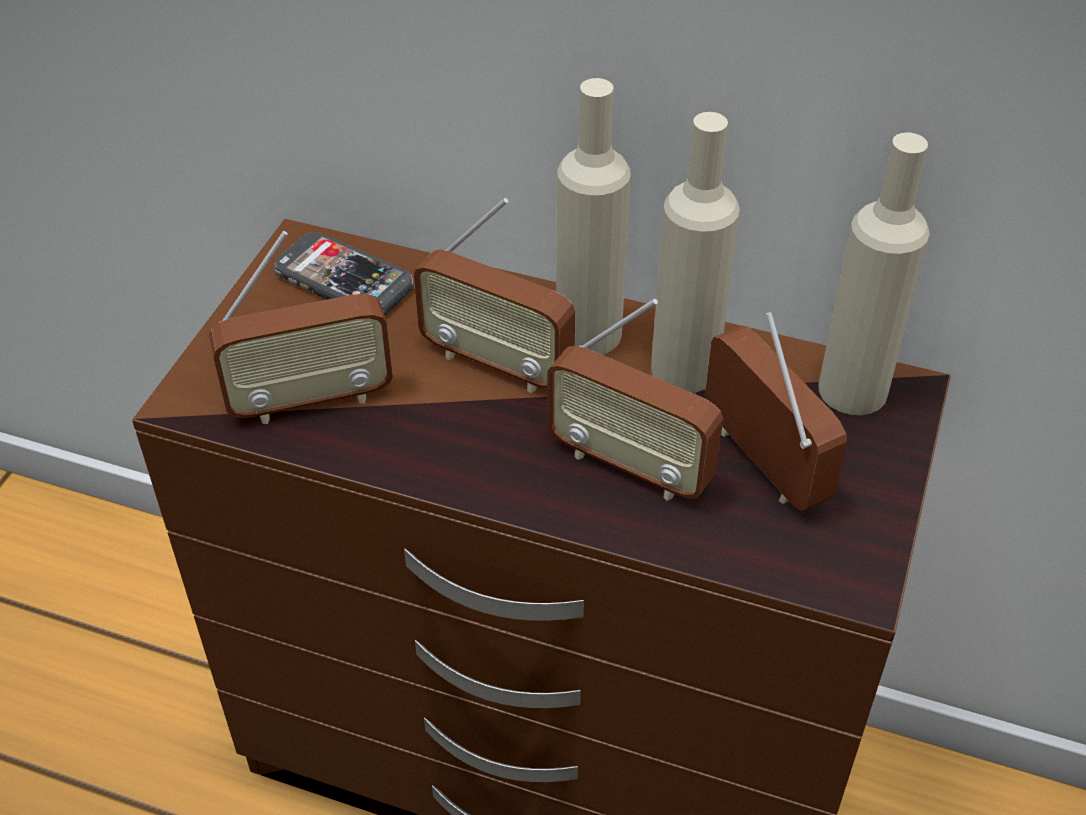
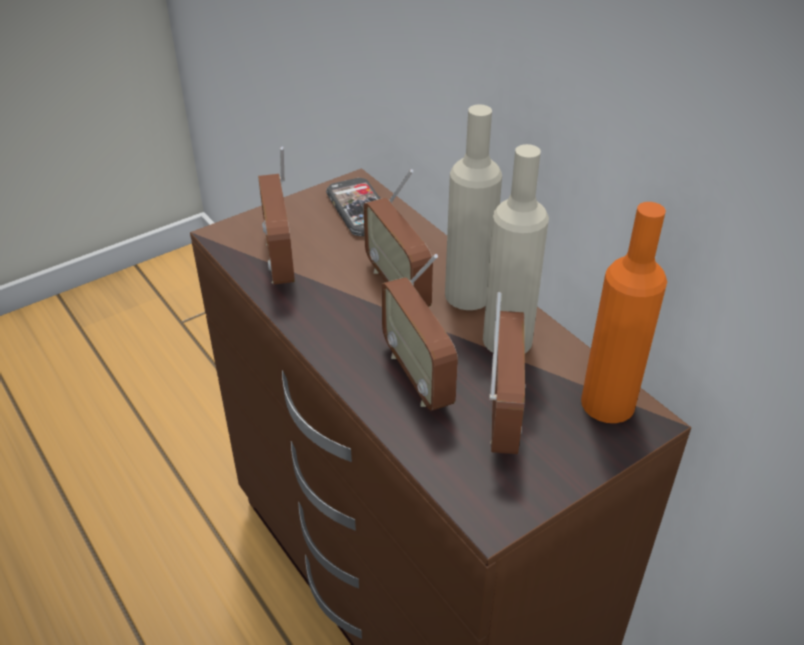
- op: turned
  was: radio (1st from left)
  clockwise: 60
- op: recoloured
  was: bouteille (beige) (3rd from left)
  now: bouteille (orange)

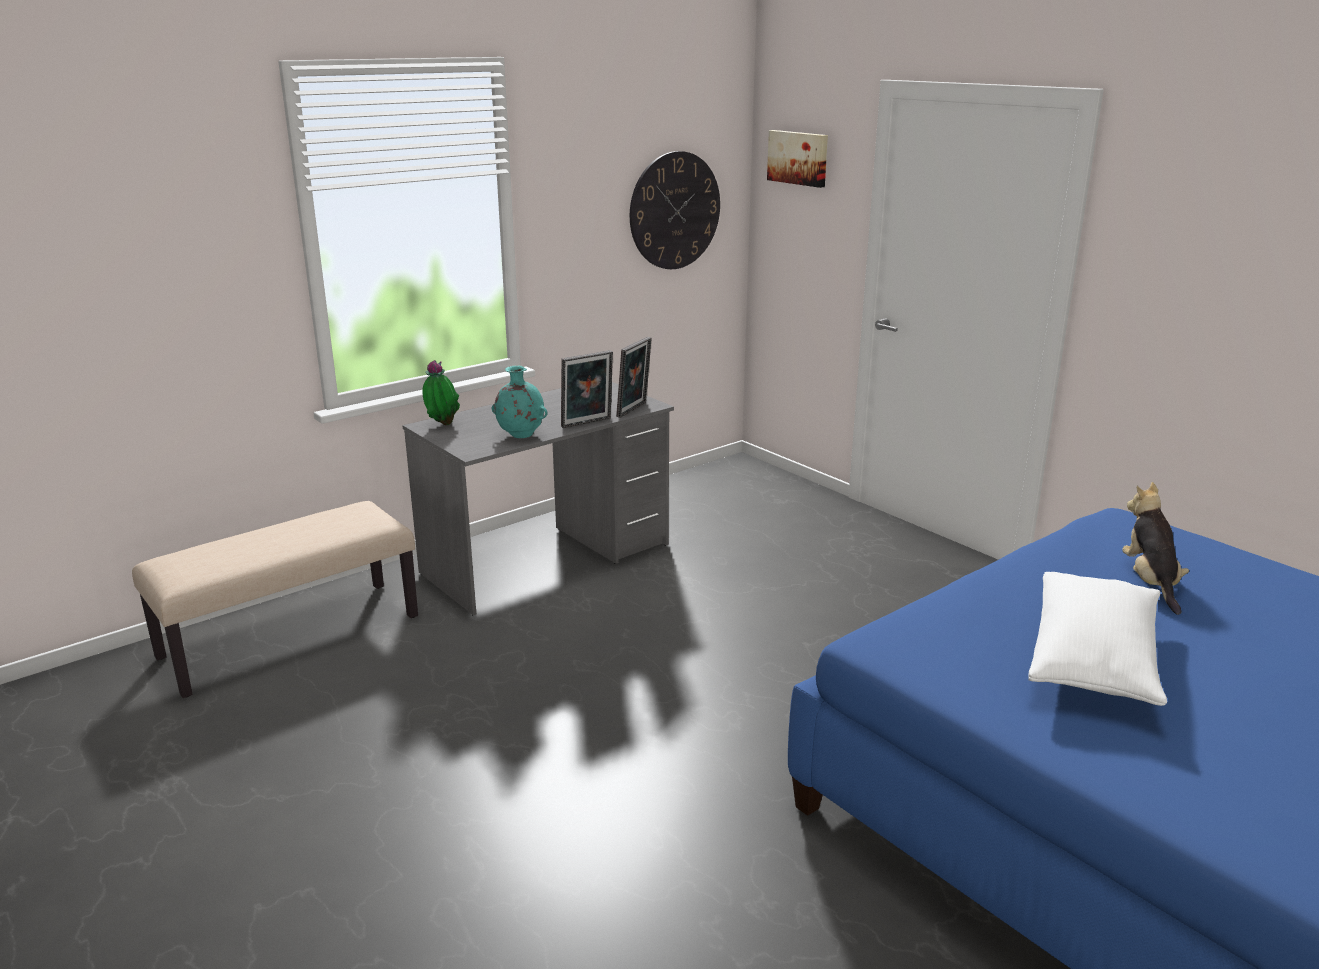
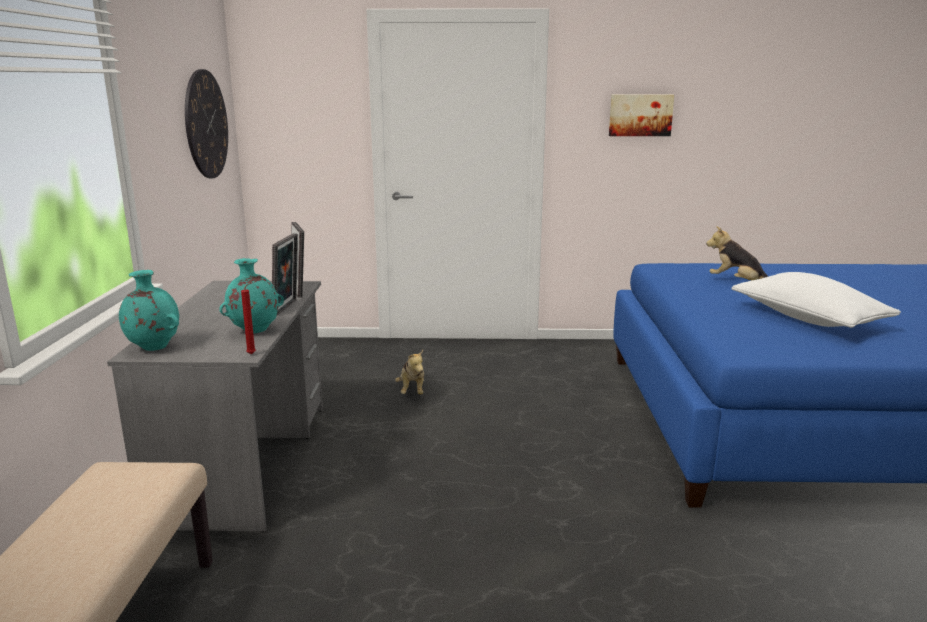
- op: replaced
  was: plante en pot
  now: vase (turquoise) (1st from left)
- op: moved
  was: tableau
- op: added
  now: bougie (rouge)
- op: added
  now: peluche (1st from left)

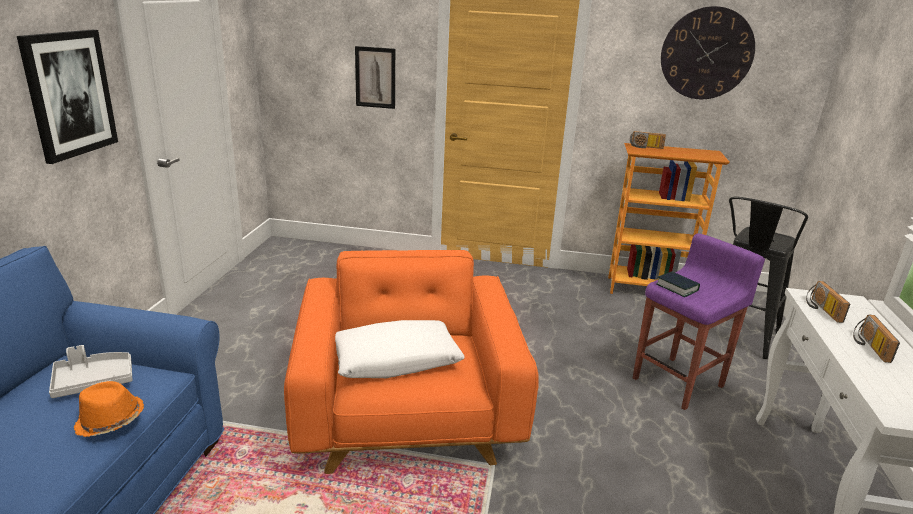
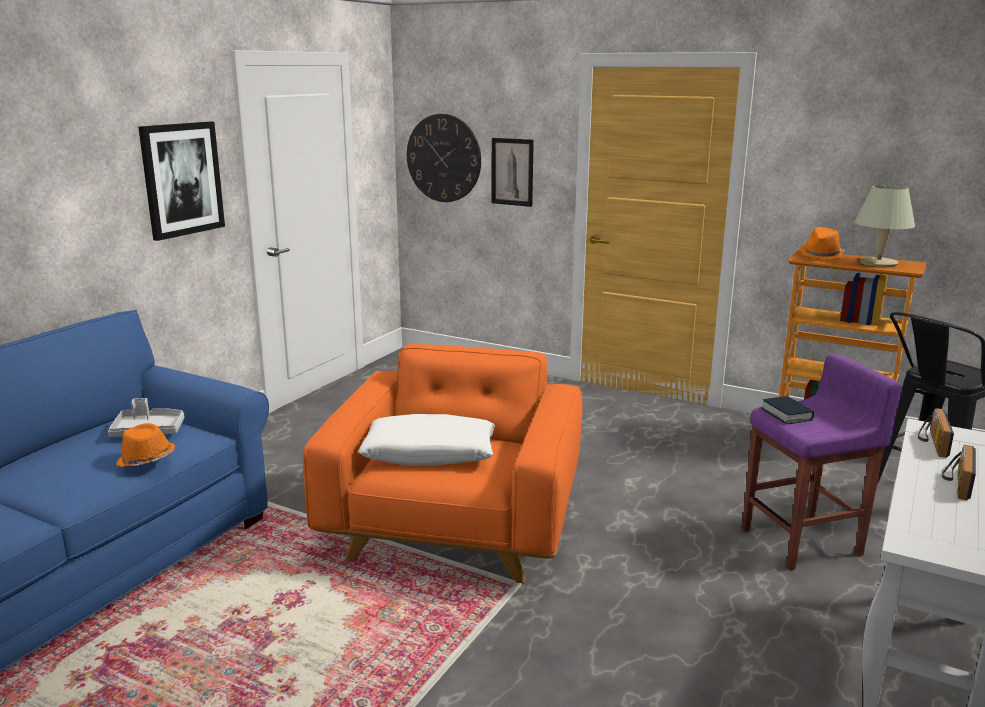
- op: replaced
  was: radio (1st from left)
  now: chapeau (orange) (2nd from left)
- op: moved
  was: horloge murale
- op: added
  now: lampe de table (beige)

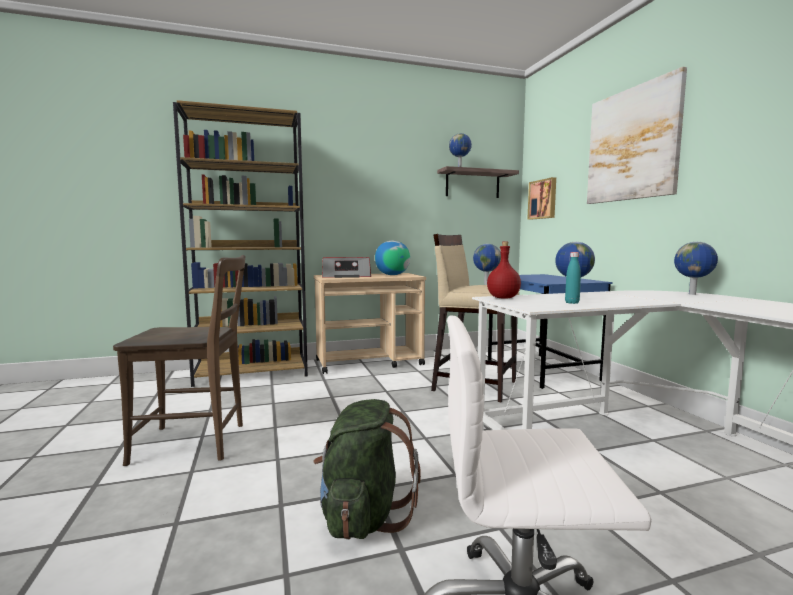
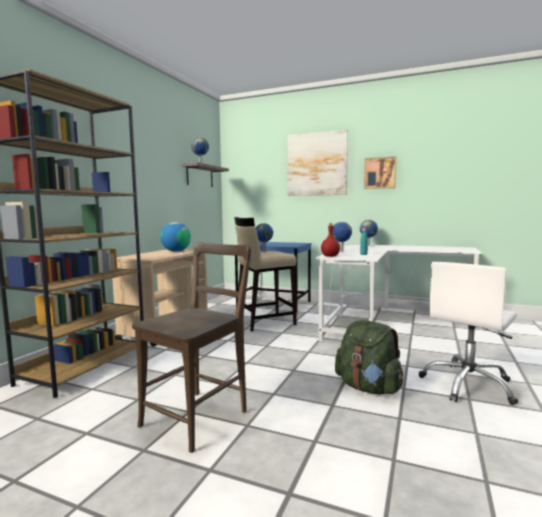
- op: removed
  was: radio
- op: moved
  was: tableau (1st from left in the first image)
  now: tableau (2nd from left)

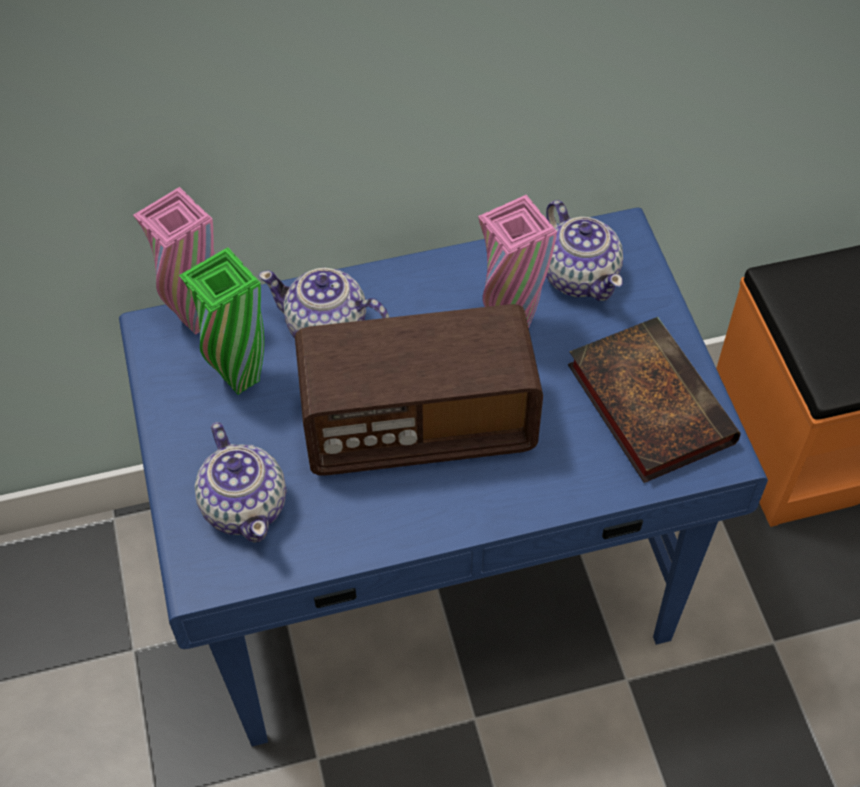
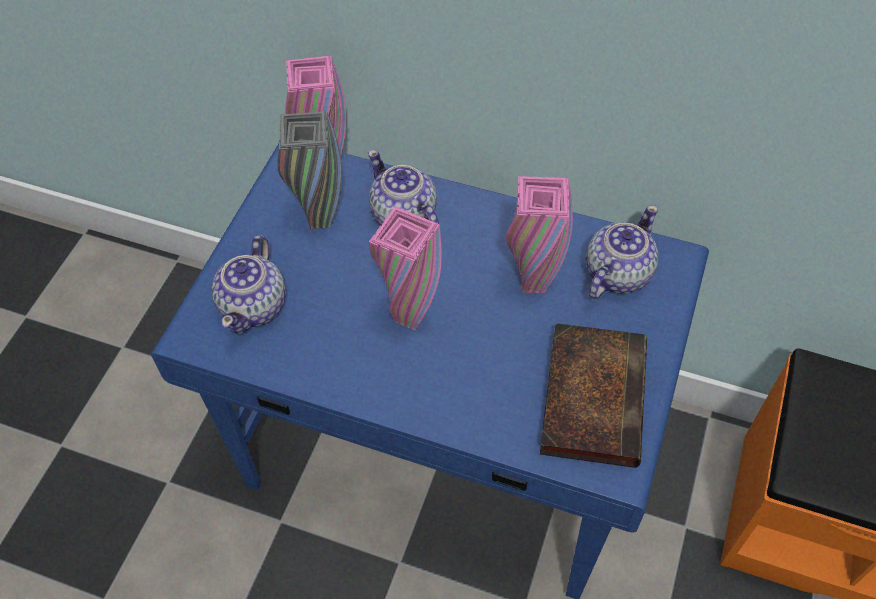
- op: recoloured
  was: vase (vert)
  now: vase (gris)
- op: replaced
  was: radio
  now: vase (rose) (2nd from left)
- op: turned
  was: théière (3rd from left)
  clockwise: -150

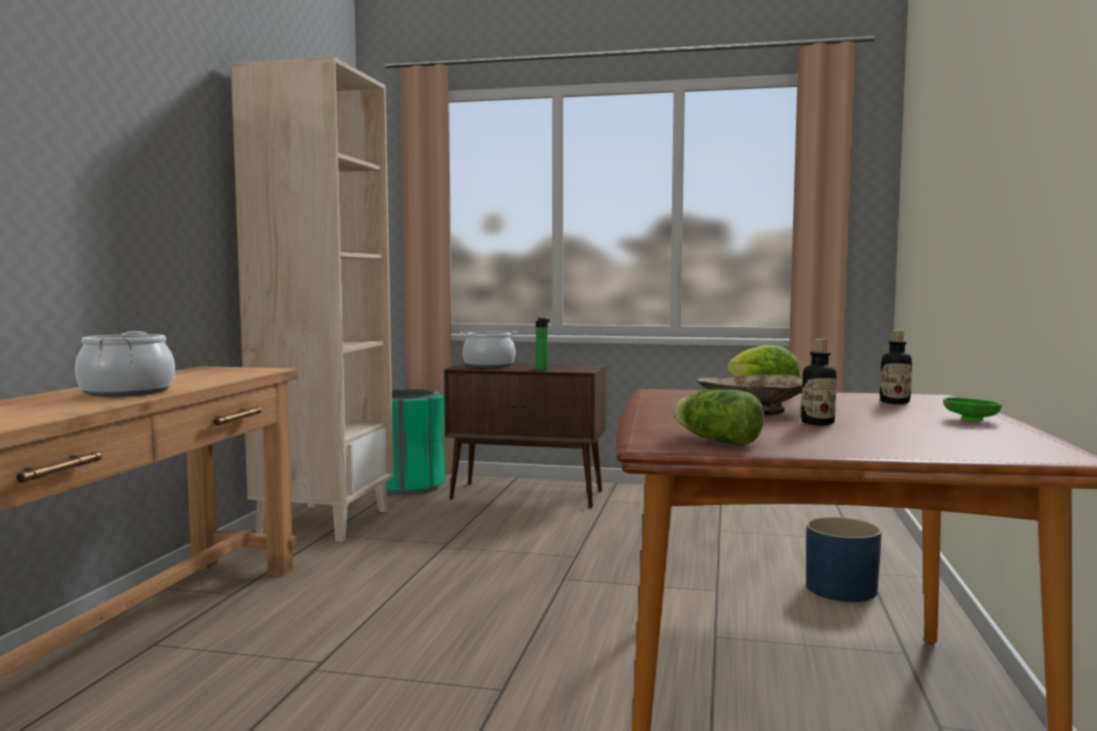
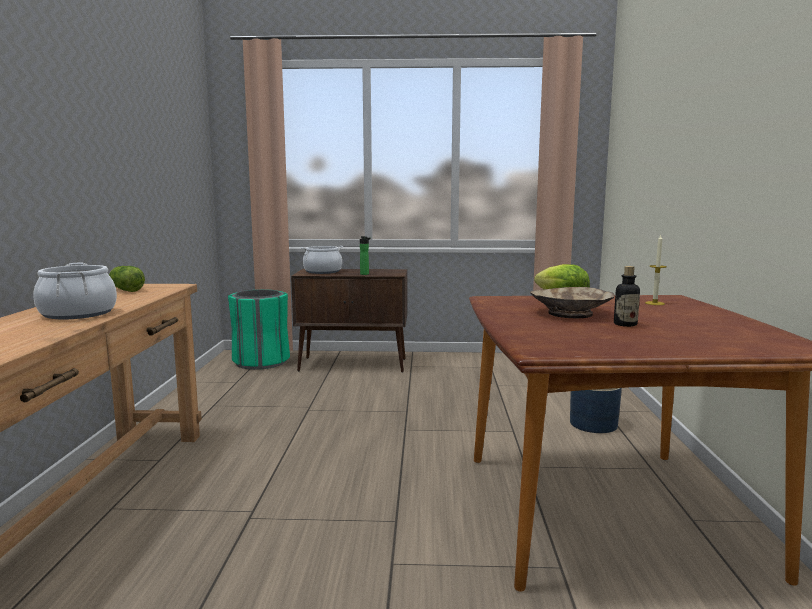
- op: removed
  was: bibliothèque (beige)
- op: moved
  was: laitue (1st from left)
- op: replaced
  was: bouteille (3rd from left)
  now: bougie
- op: removed
  was: bol (vert)

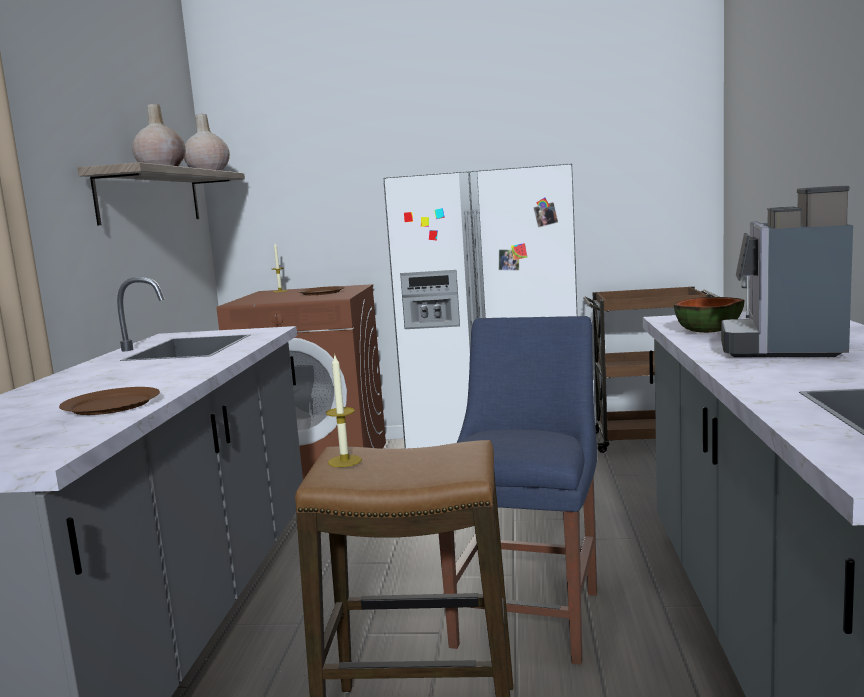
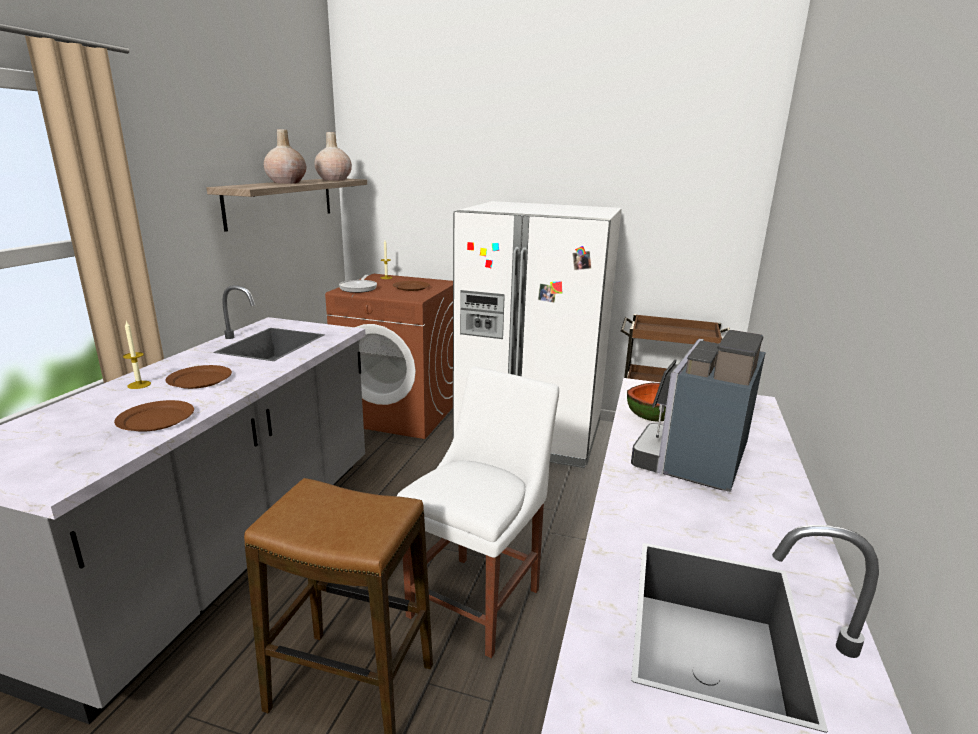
- op: moved
  was: bougie (2nd from left in the first image)
  now: bougie (1st from left)
- op: recoloured
  was: chaise (bleu)
  now: chaise (blanc)
- op: added
  now: assiette (marron) (2nd from left)
- op: added
  now: poêle

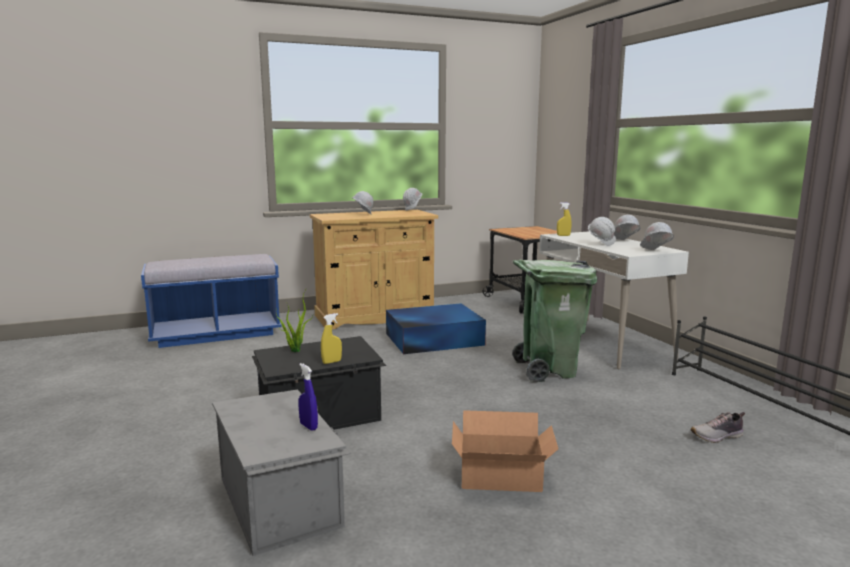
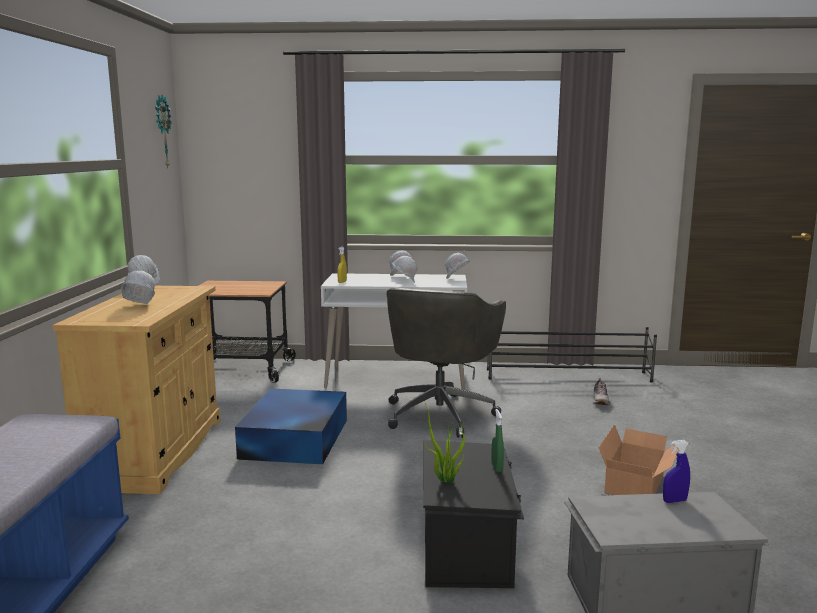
- op: recoloured
  was: vaporisateur (jaune) (1st from left)
  now: vaporisateur (vert)
- op: replaced
  was: poubelle (vert)
  now: chaise de bureau (gris)
- op: added
  now: horloge murale

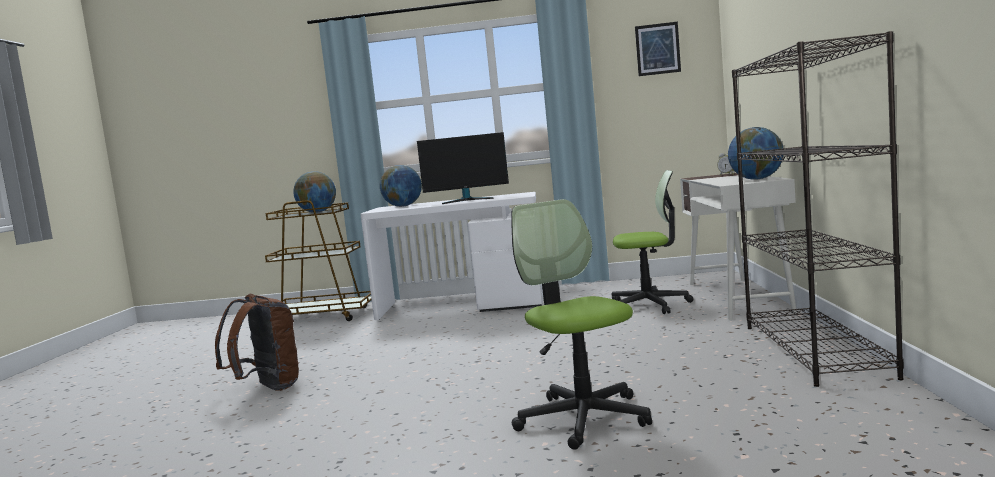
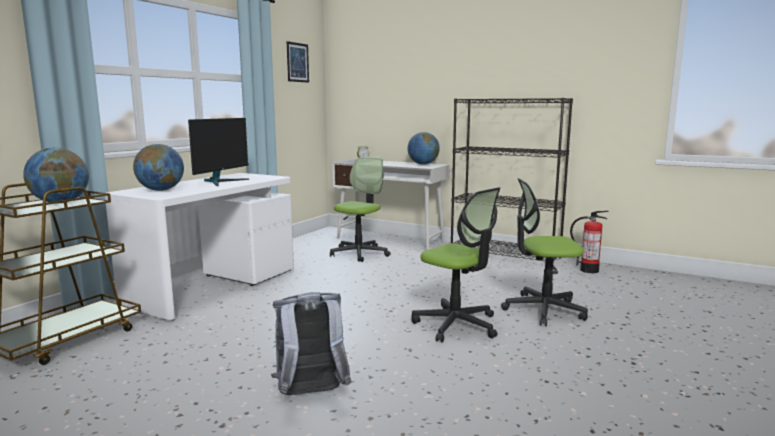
- op: recoloured
  was: sac à dos (marron)
  now: sac à dos (gris)
- op: added
  now: chaise de bureau (2nd from left)
- op: added
  now: extincteur

